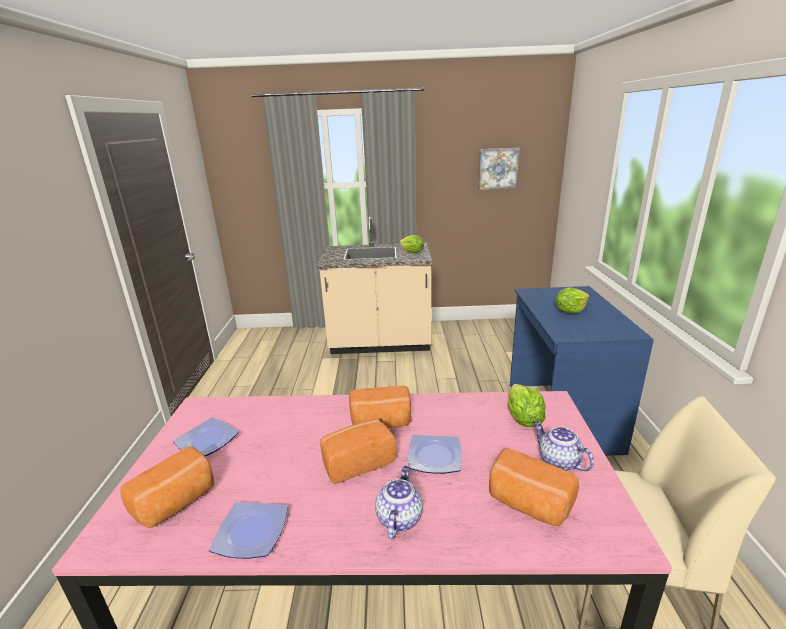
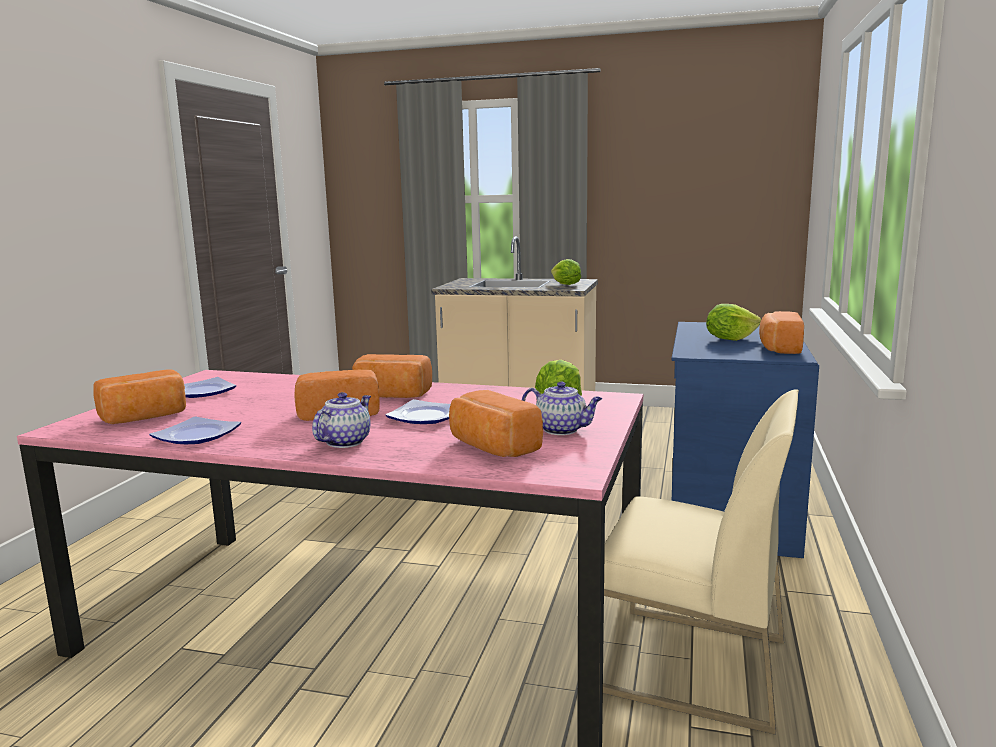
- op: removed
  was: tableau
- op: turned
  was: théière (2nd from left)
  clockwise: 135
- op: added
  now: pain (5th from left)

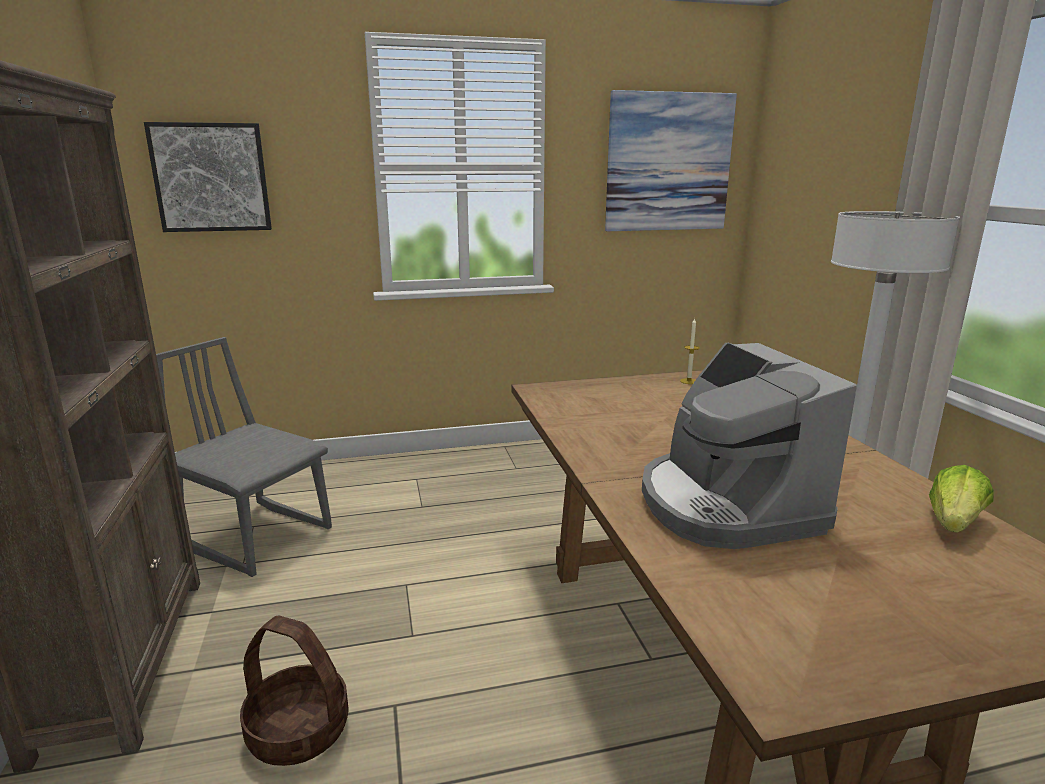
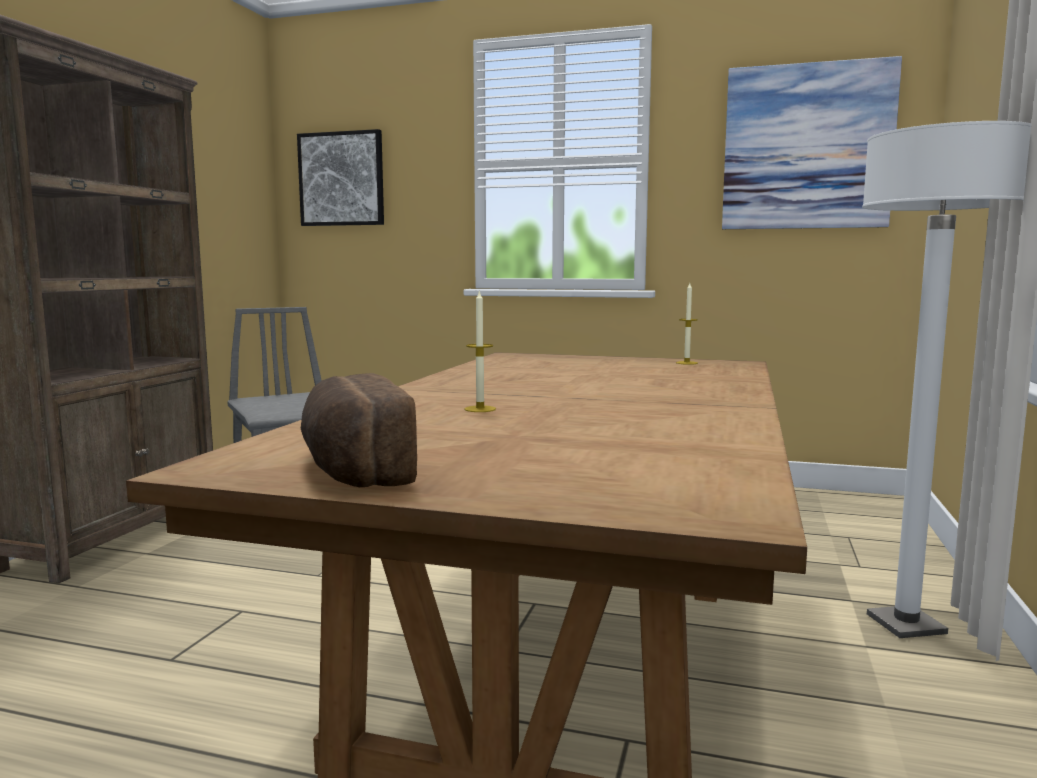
- op: removed
  was: panier
- op: replaced
  was: machine à café
  now: bougie (1st from left)
- op: removed
  was: laitue
- op: added
  now: pain

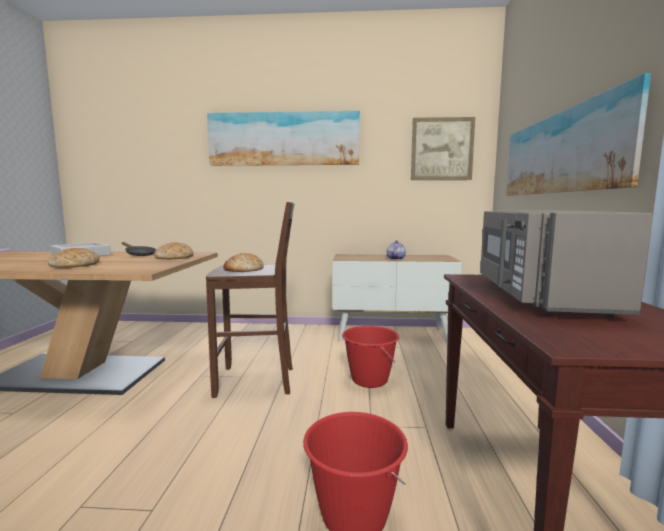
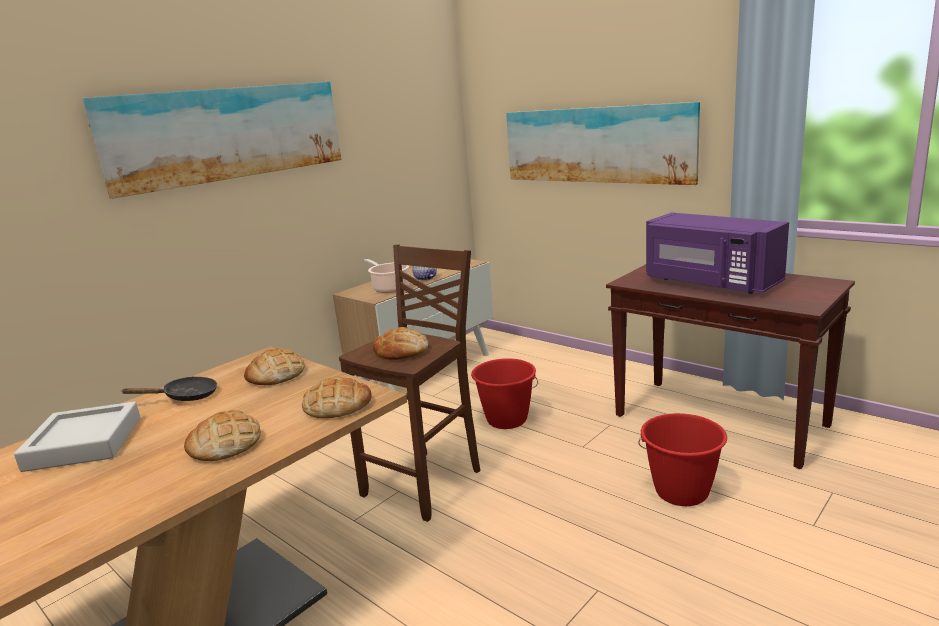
- op: removed
  was: tableau (2nd from left)
- op: recoloured
  was: micro-ondes (gris)
  now: micro-ondes (violet)
- op: added
  now: pain (3rd from left)
- op: added
  now: marmite

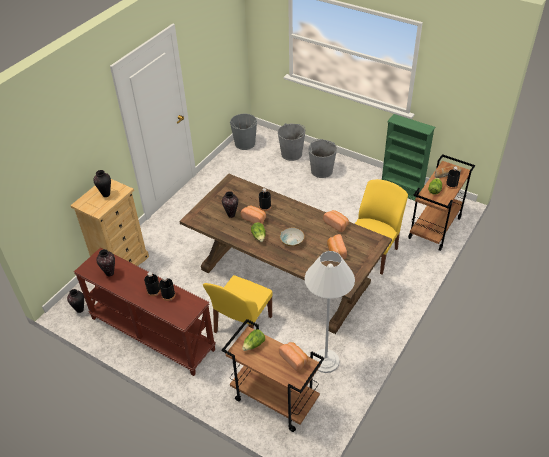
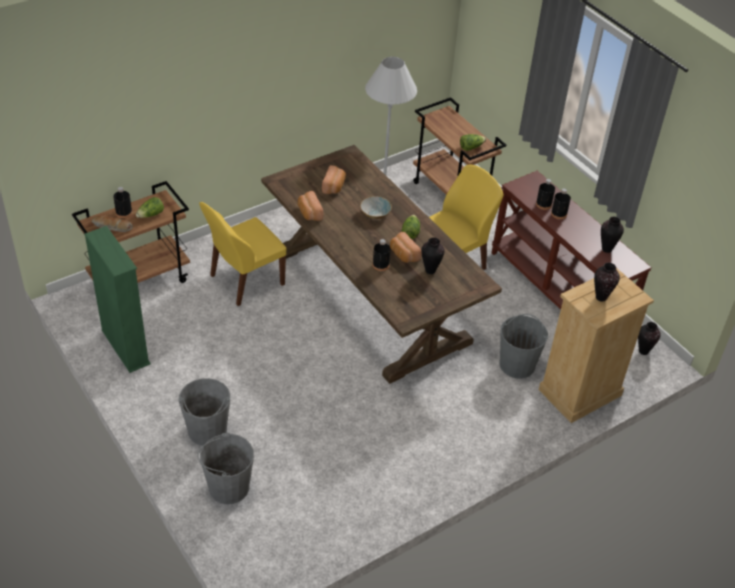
- op: moved
  was: seau (gris) (1st from left in the first image)
  now: seau (gris) (3rd from left)
- op: removed
  was: pain (2nd from left)

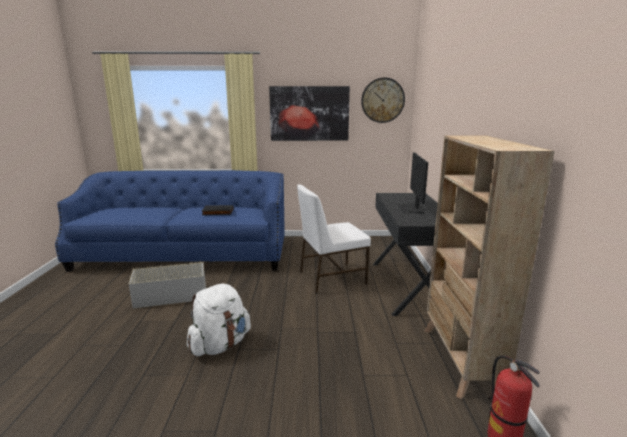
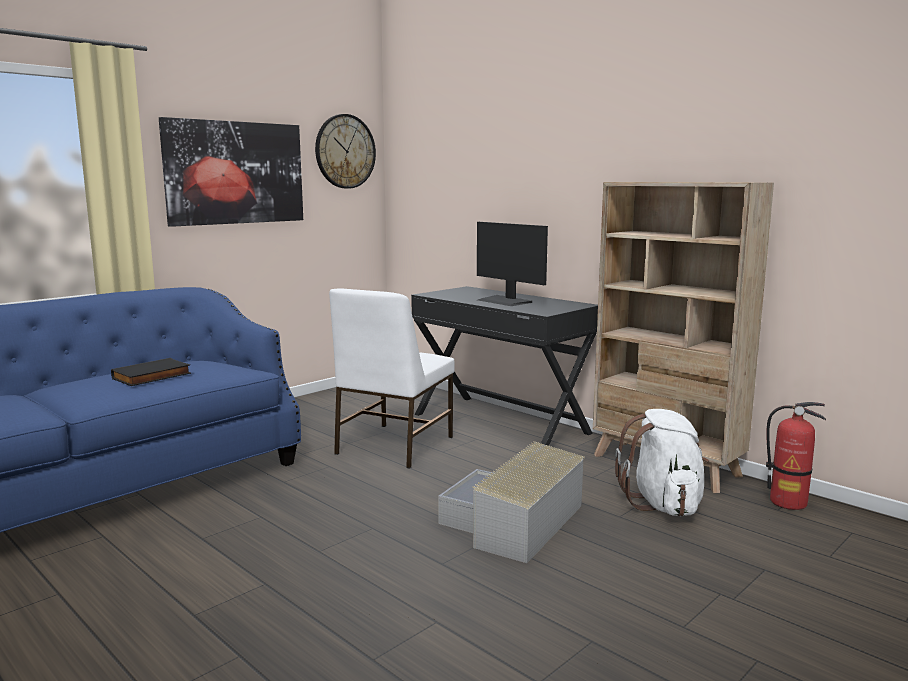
- op: moved
  was: boîte de rangement (gris)
- op: moved
  was: sac à dos (blanc)

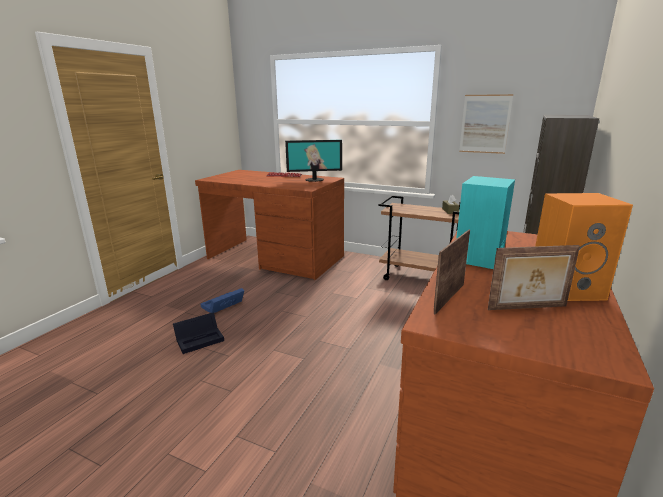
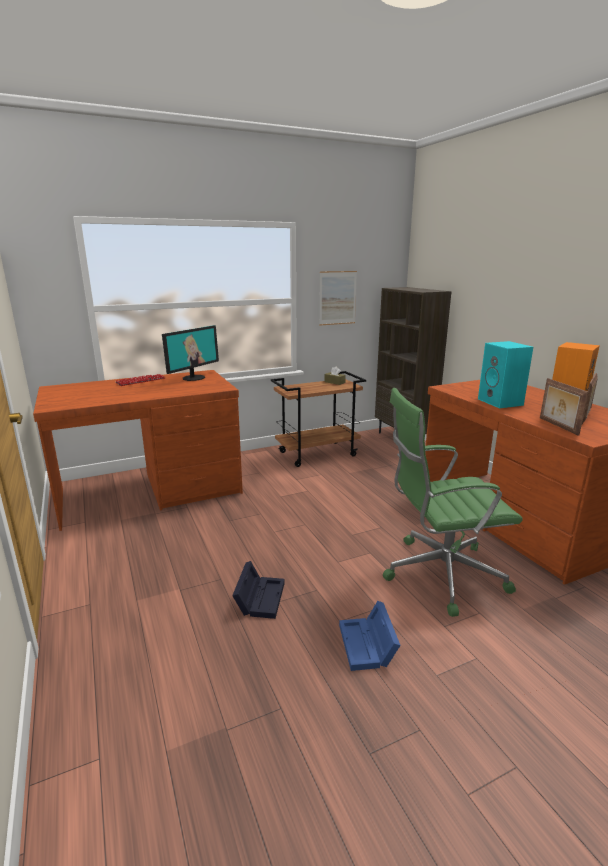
- op: moved
  was: boîte de rangement (bleu)
- op: added
  now: chaise de bureau (vert)

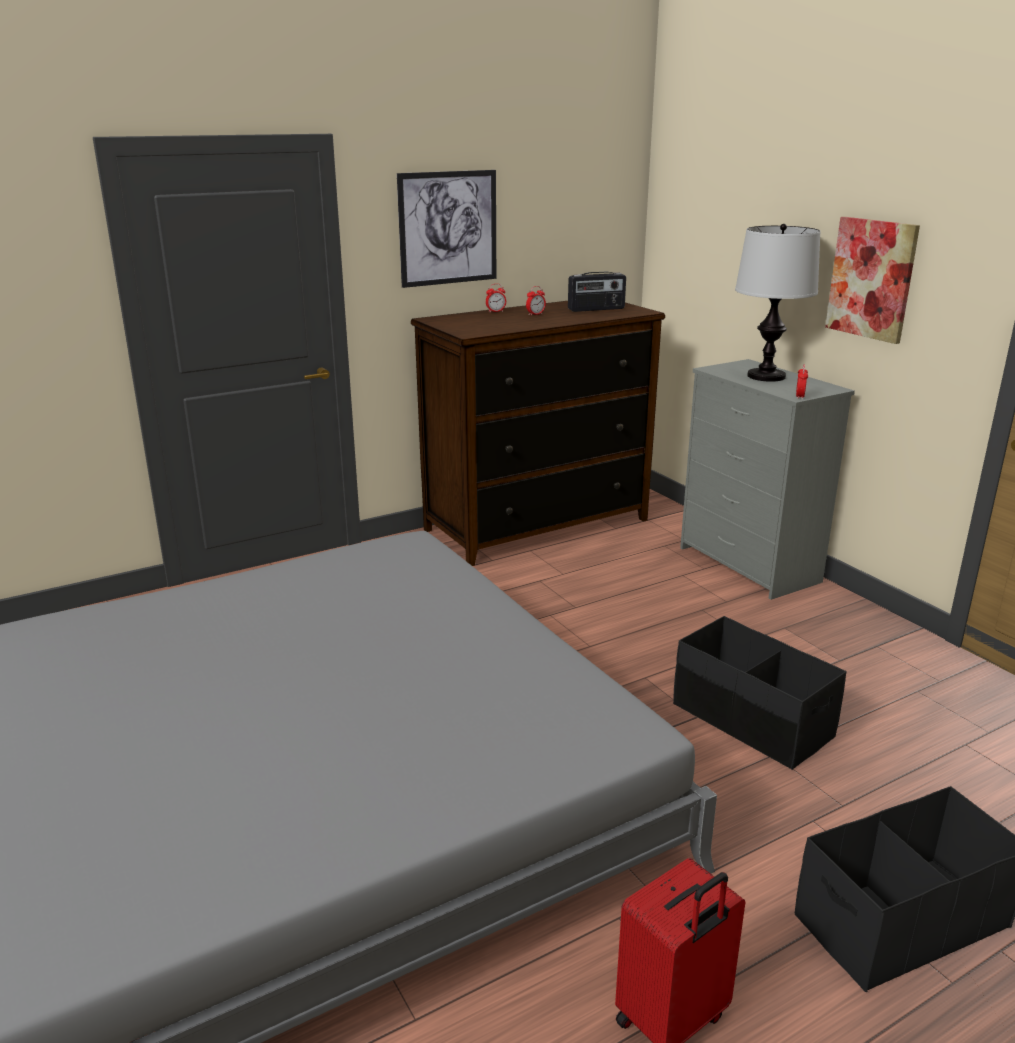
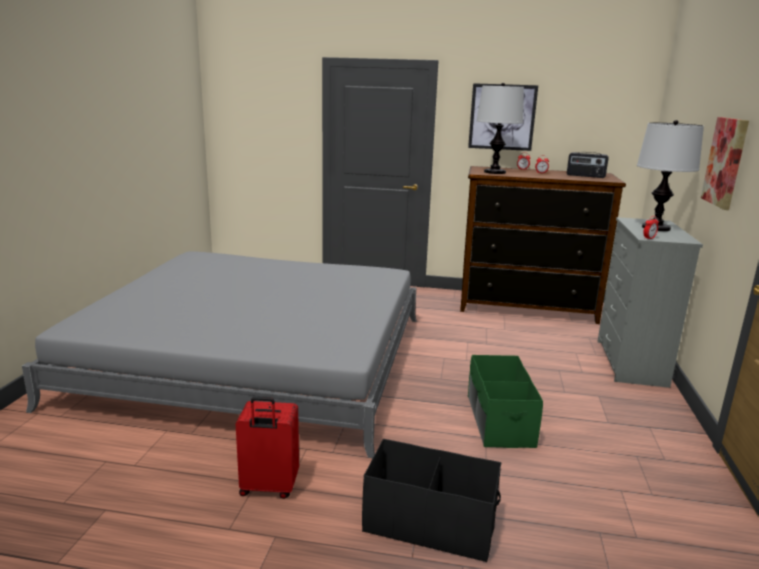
- op: recoloured
  was: boîte de rangement (noir) (1st from left)
  now: boîte de rangement (vert)
- op: added
  now: lampe de table (1st from left)

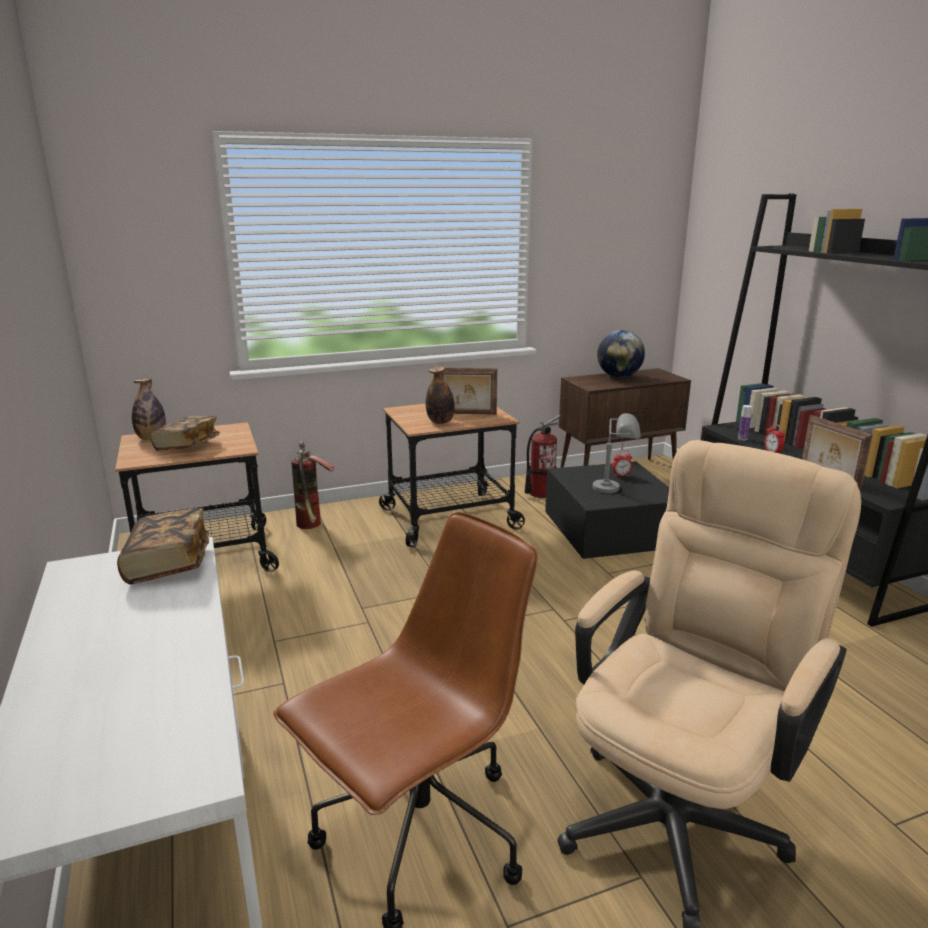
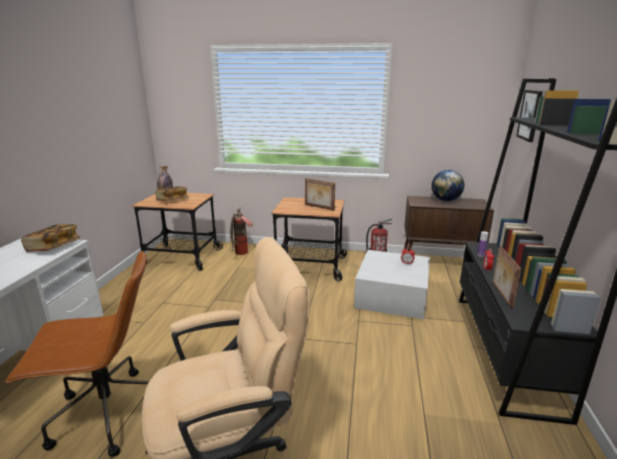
- op: removed
  was: bouteille (2nd from left)
- op: recoloured
  was: boîte de rangement (noir)
  now: boîte de rangement (blanc)
- op: removed
  was: lampe de table (gris)
- op: added
  now: tableau

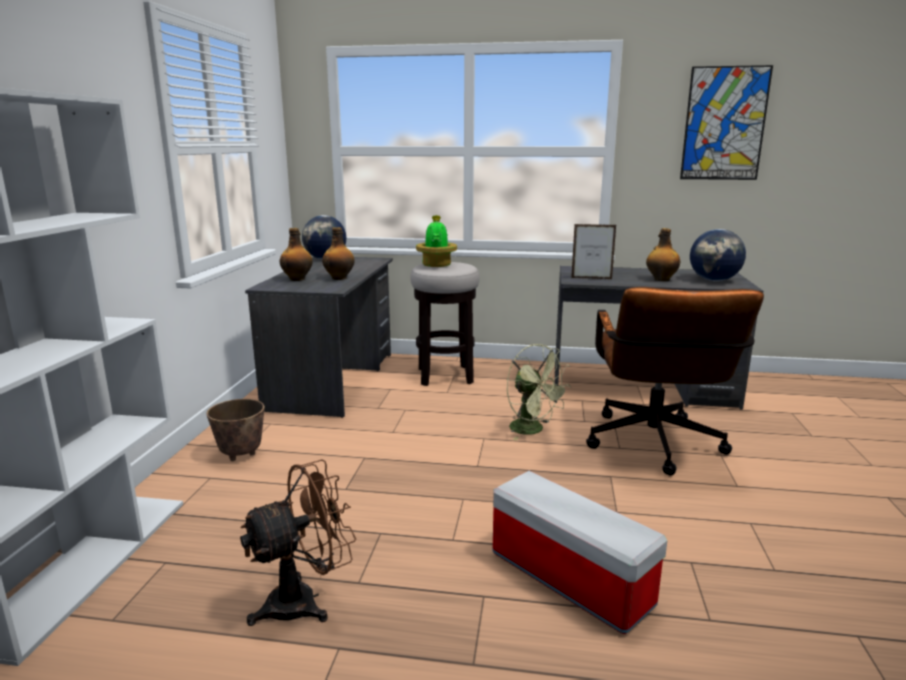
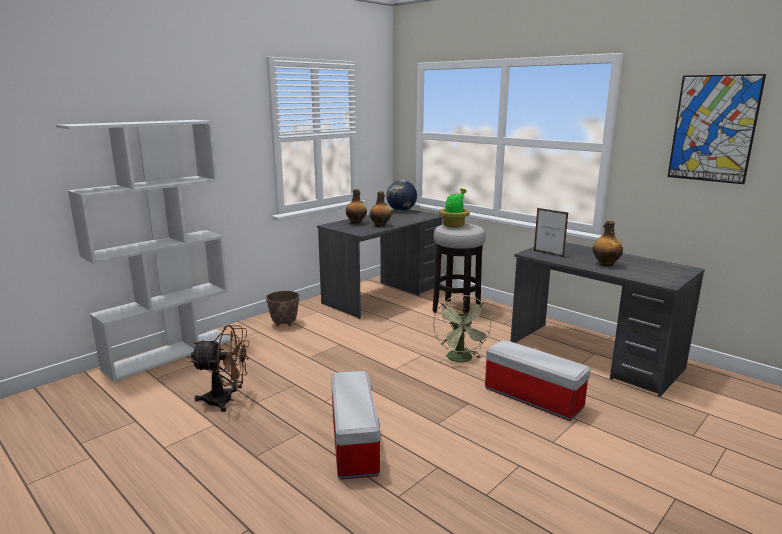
- op: replaced
  was: chaise de bureau (marron)
  now: boîte de rangement (2nd from left)
- op: removed
  was: globe (2nd from left)

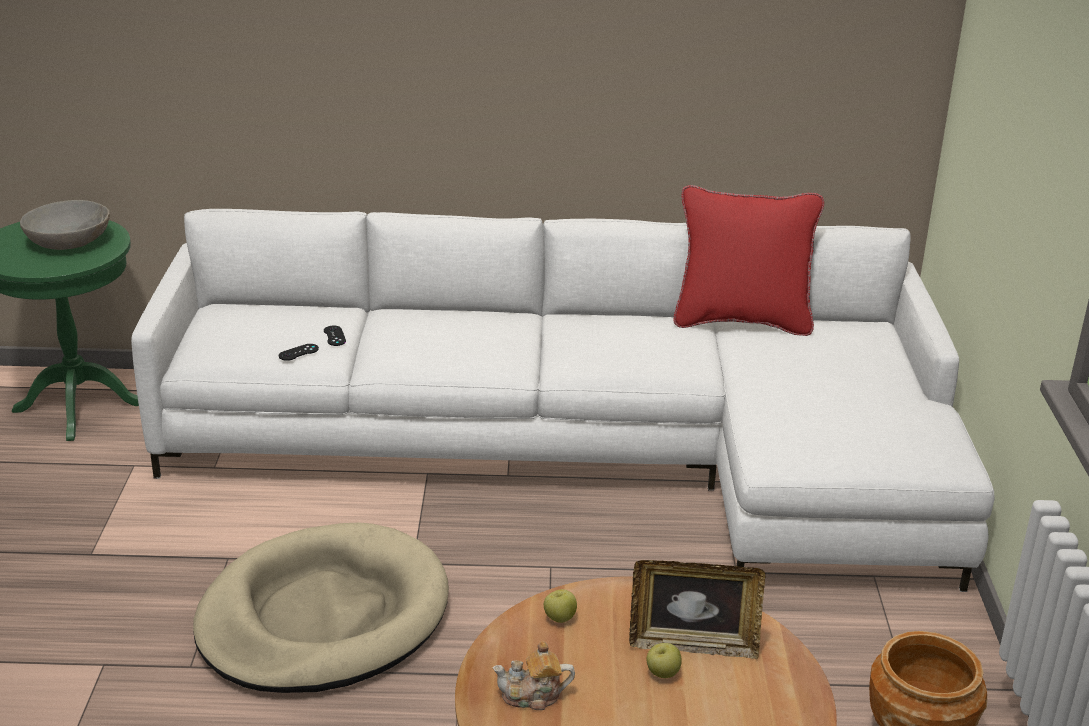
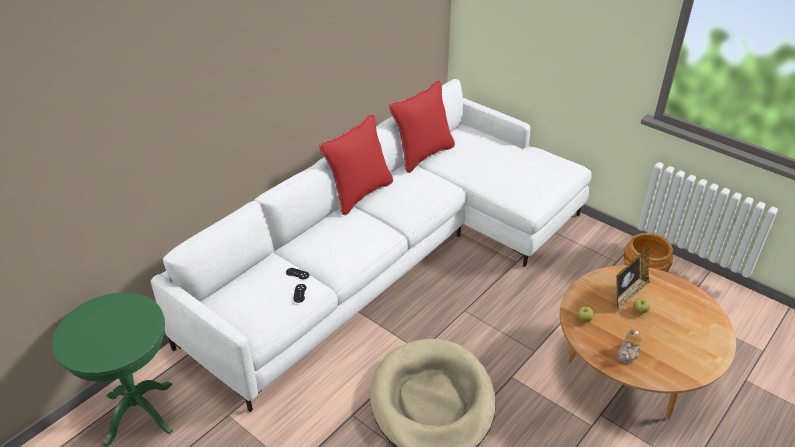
- op: removed
  was: bol (gris)
- op: added
  now: coussin (rouge) (1st from left)

